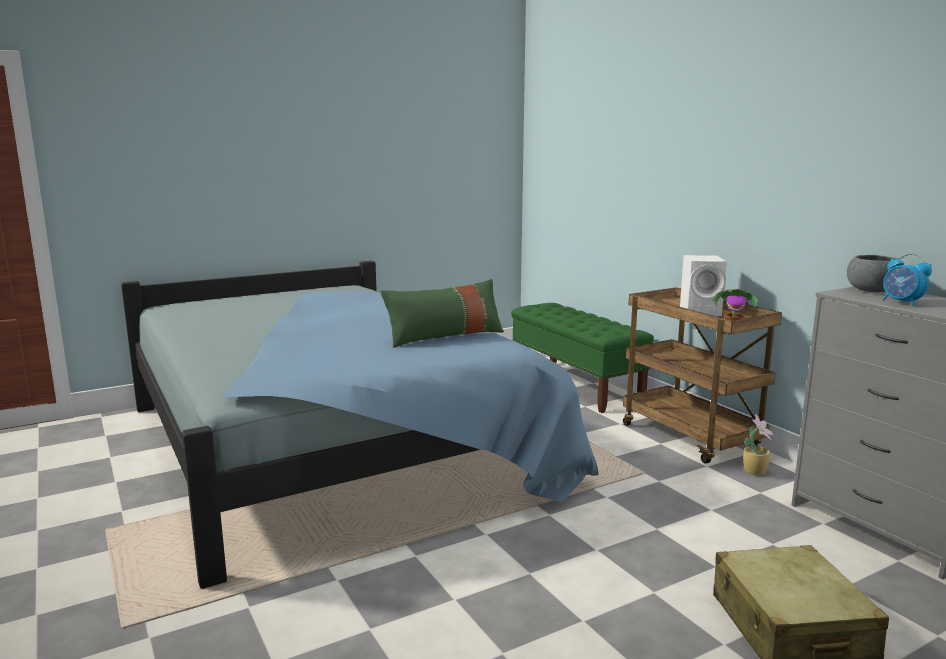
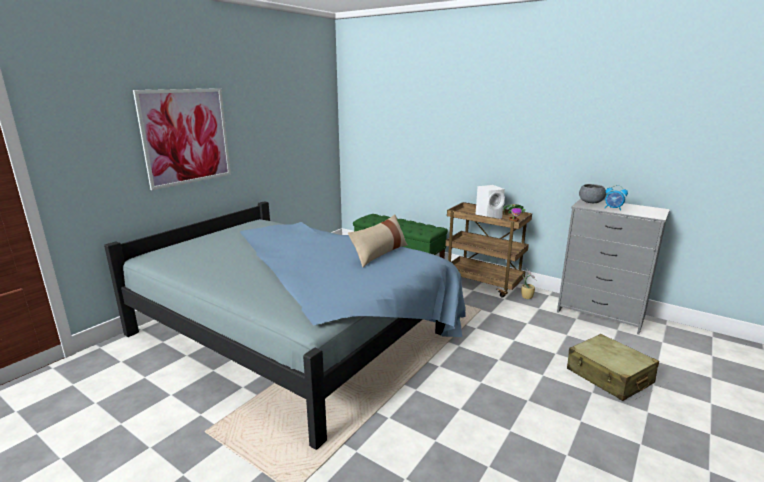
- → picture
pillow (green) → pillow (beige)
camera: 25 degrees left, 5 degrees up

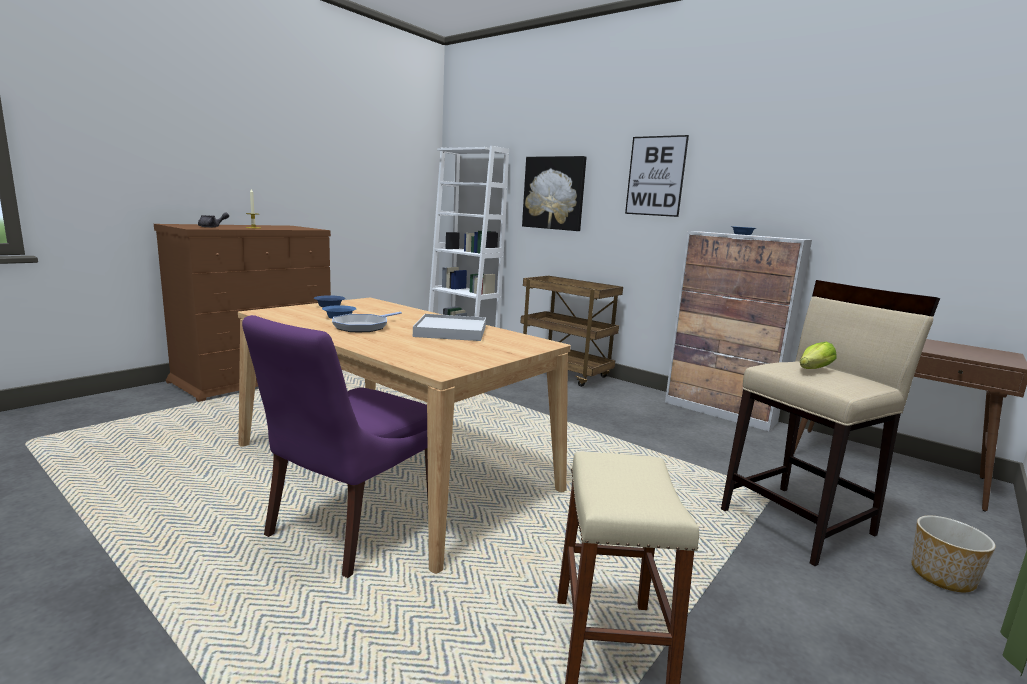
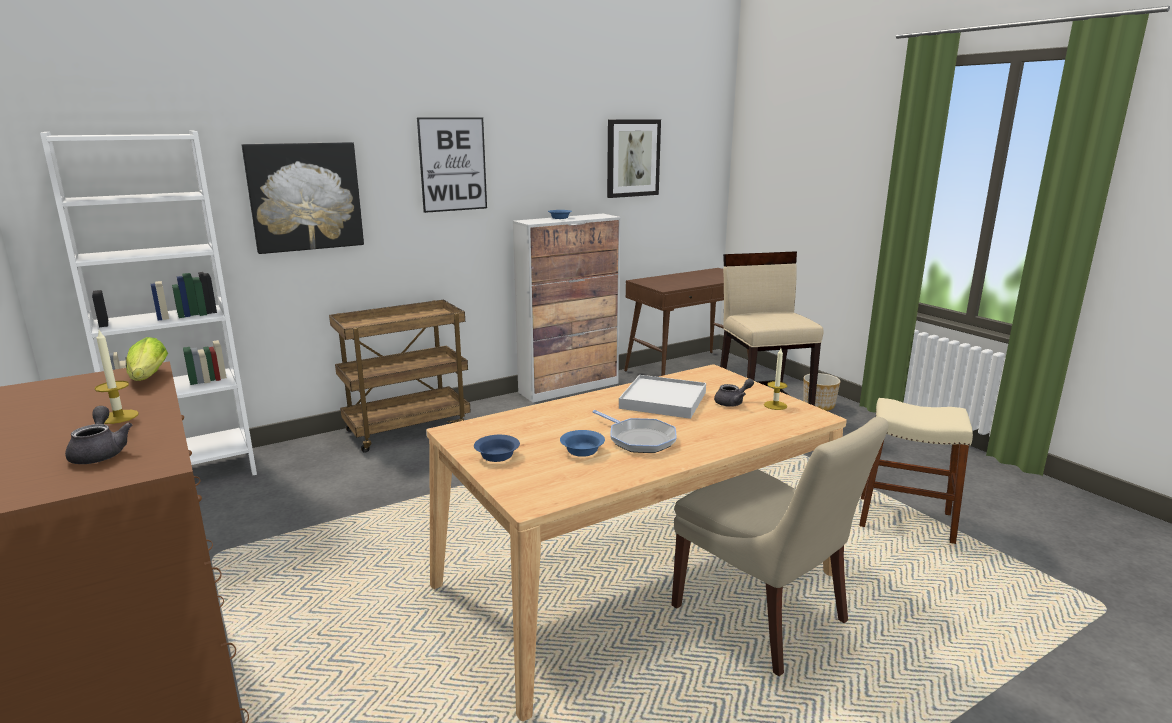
lettuce, shifted
- → picture (no. 3 from left)
chair (purple) → chair (beige)
- → teapot (grey) (no. 2 from left)
- → candle (no. 2 from left)
camera: 70 degrees left, 5 degrees up

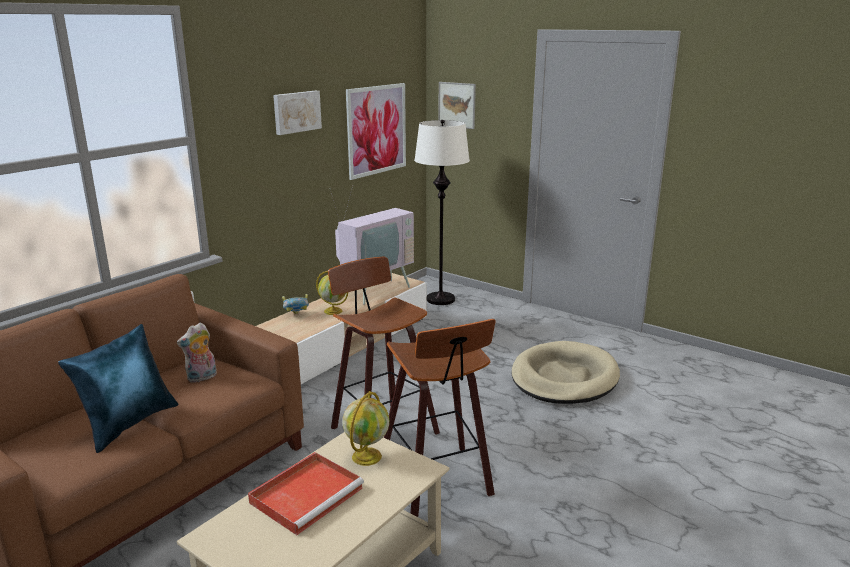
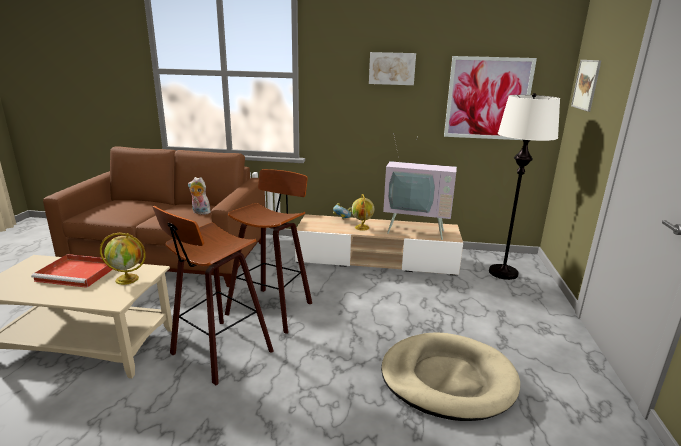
pillow (blue) → -
camera: 60 degrees right, 0 degrees up

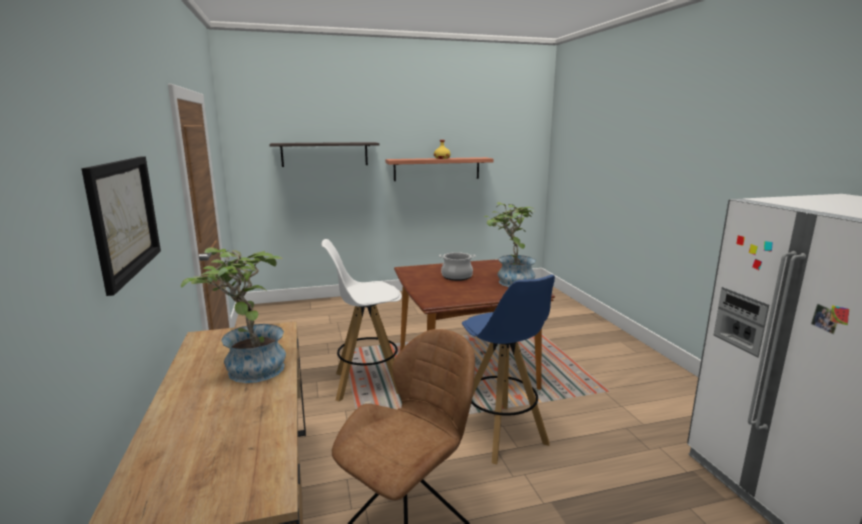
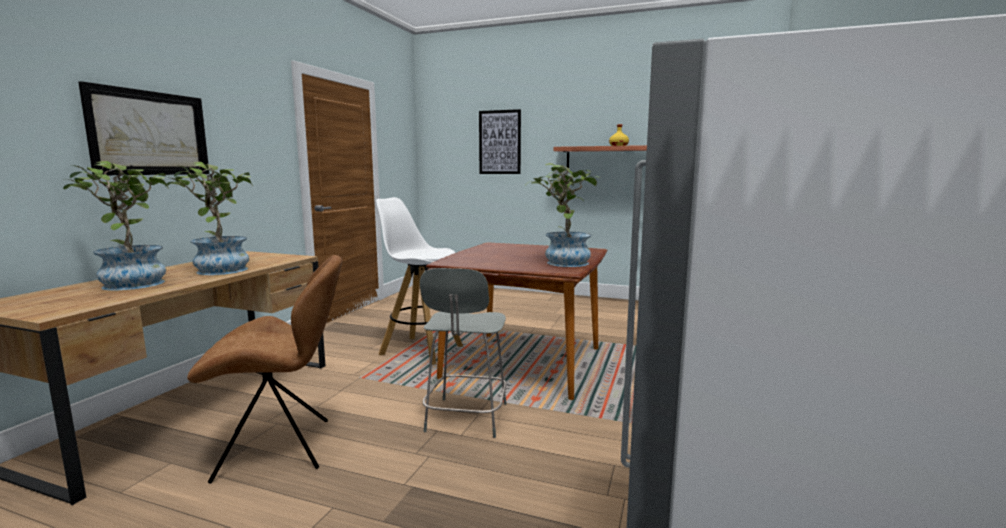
- → potted plant (no. 1 from left)
stool (blue) → chair (grey)
shelf (no. 1 from left) → picture (no. 2 from left)
cooking pot → -
camera: 35 degrees right, 5 degrees down

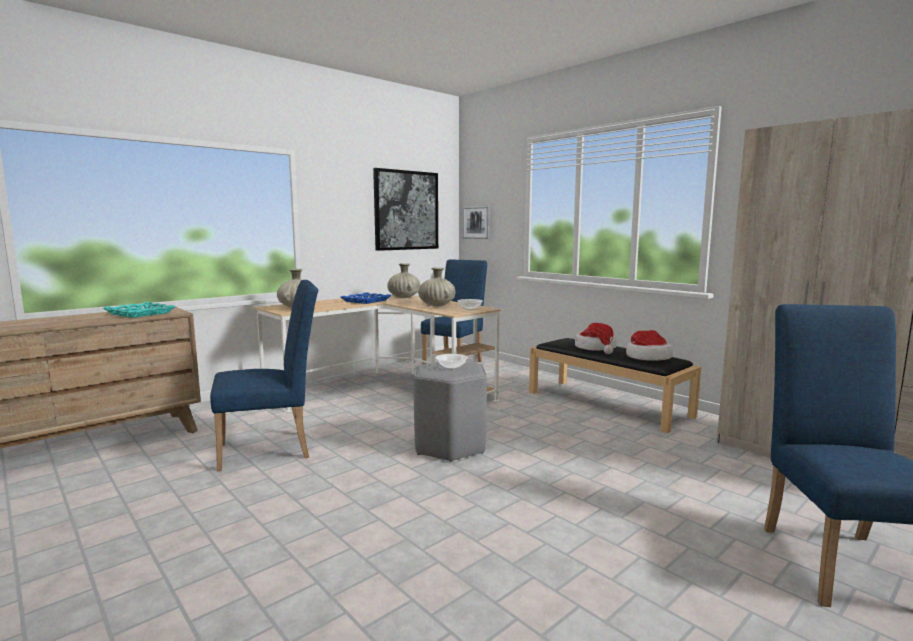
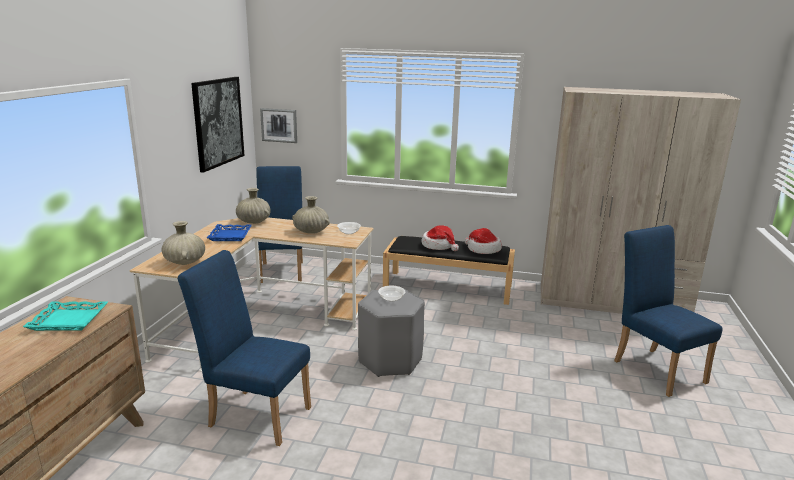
chair (blue) (no. 1 from left), 105 degrees counterclockwise
camera: 35 degrees left, 10 degrees up

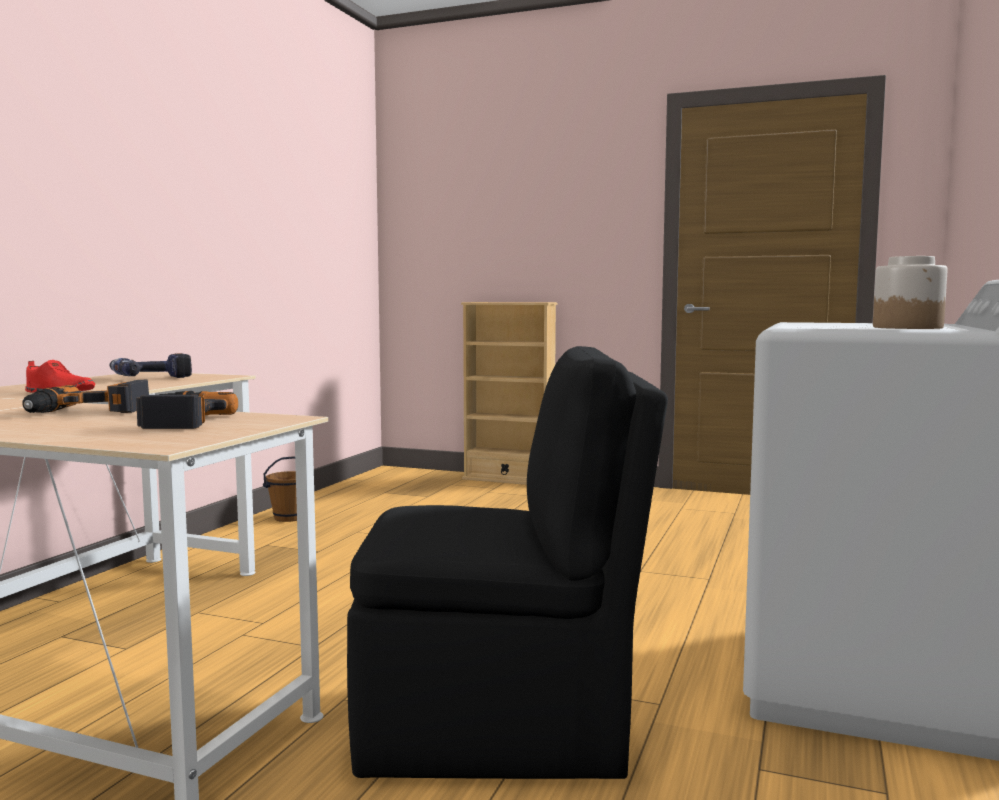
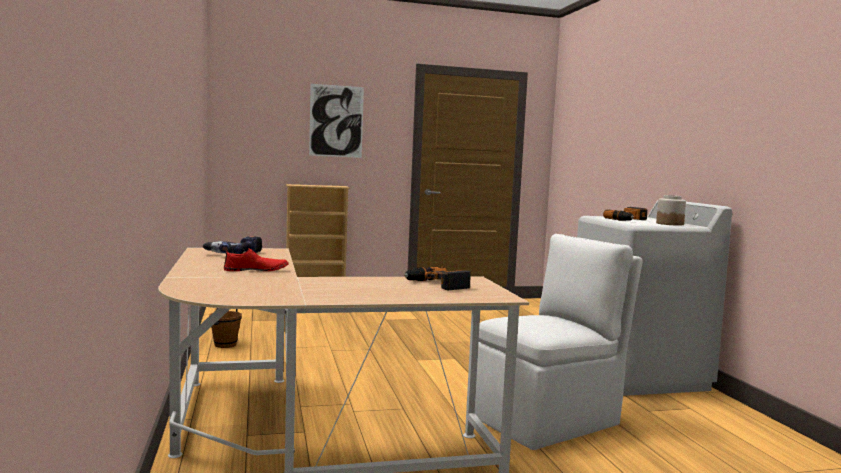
- → picture
chair (black) → chair (white)
power drill (no. 1 from left in the first image) → power drill (no. 3 from left), shifted
camera: 35 degrees left, 0 degrees up

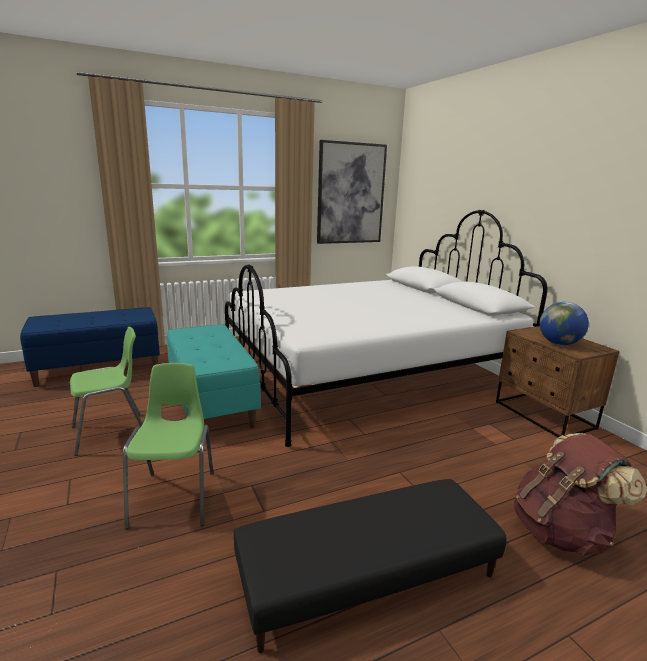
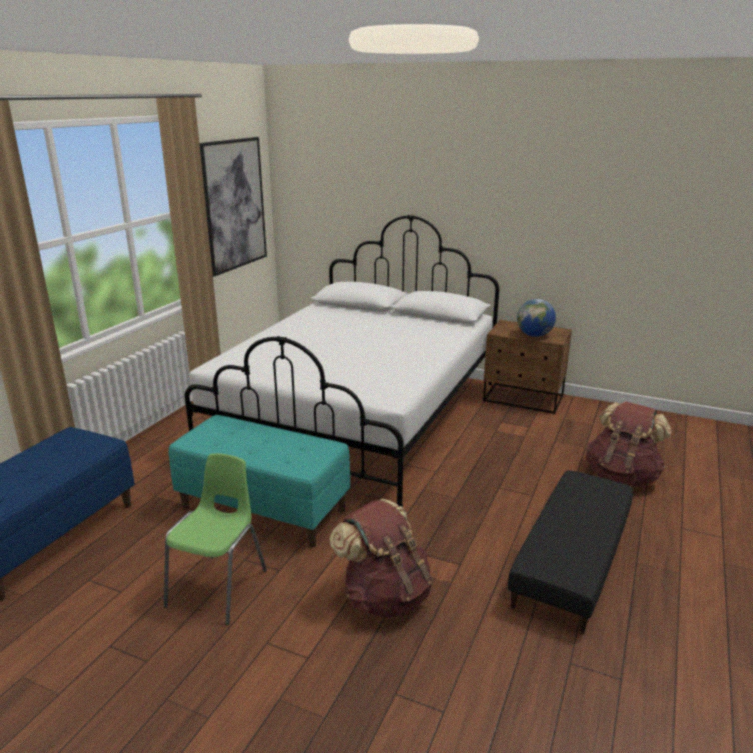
chair (green) (no. 2 from left) → backpack (brown) (no. 1 from left)
camera: 40 degrees left, 5 degrees up

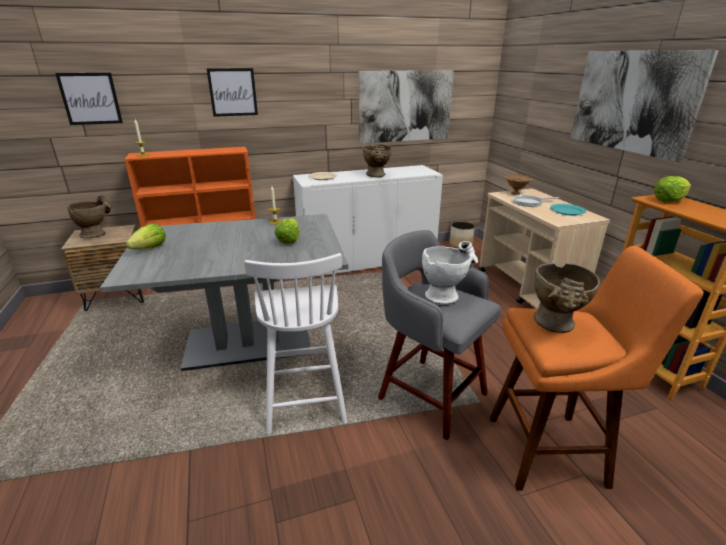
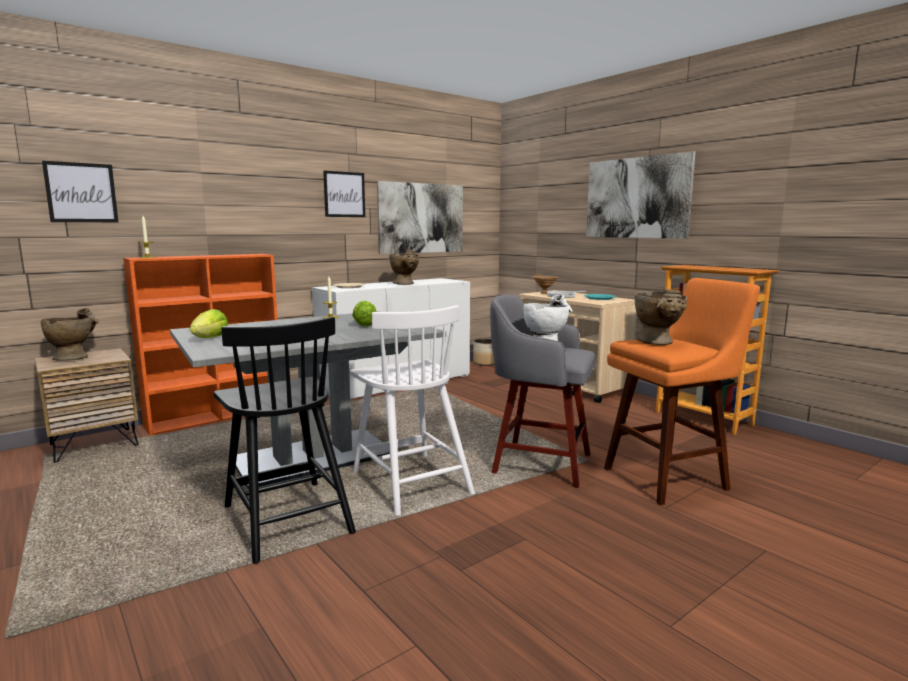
- → chair (black)
picture (no. 2 from left), shifted
lettuce (no. 3 from left) → -
camera: 20 degrees left, 15 degrees down

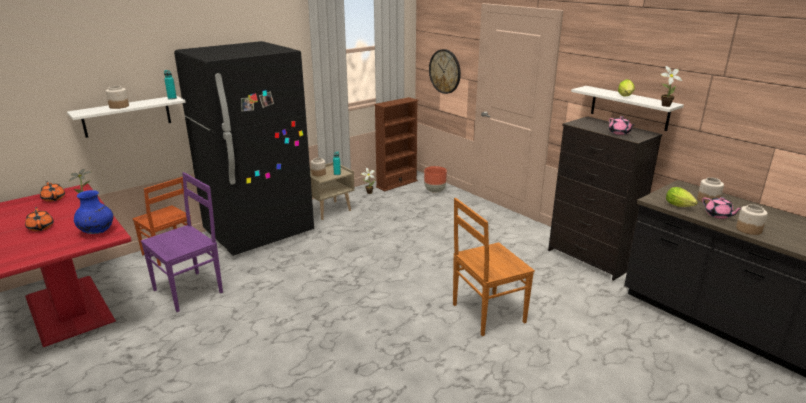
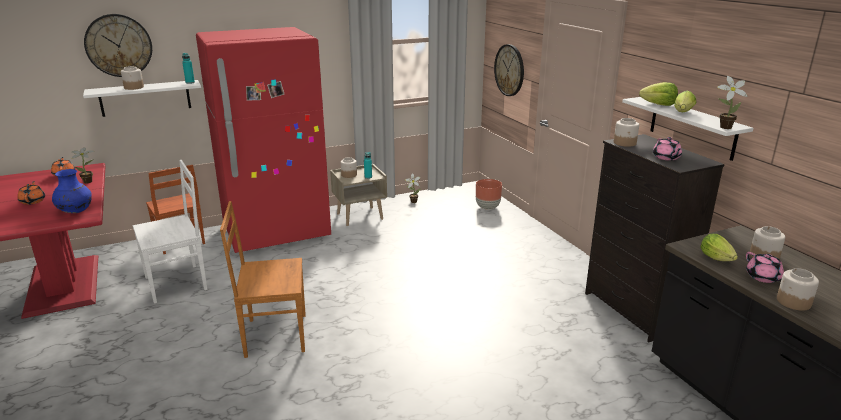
- → wall clock (no. 1 from left)
chair (purple) → chair (white)
fridge (black) → fridge (red)
chair (brown) (no. 2 from left), shifted
- → jar (no. 3 from left)
- → lettuce (no. 1 from left)
bookcase (brown) → -
camera: 15 degrees right, 0 degrees up

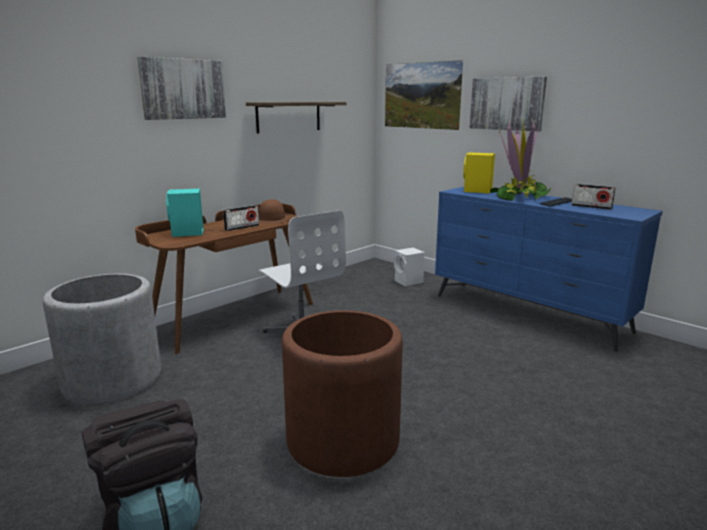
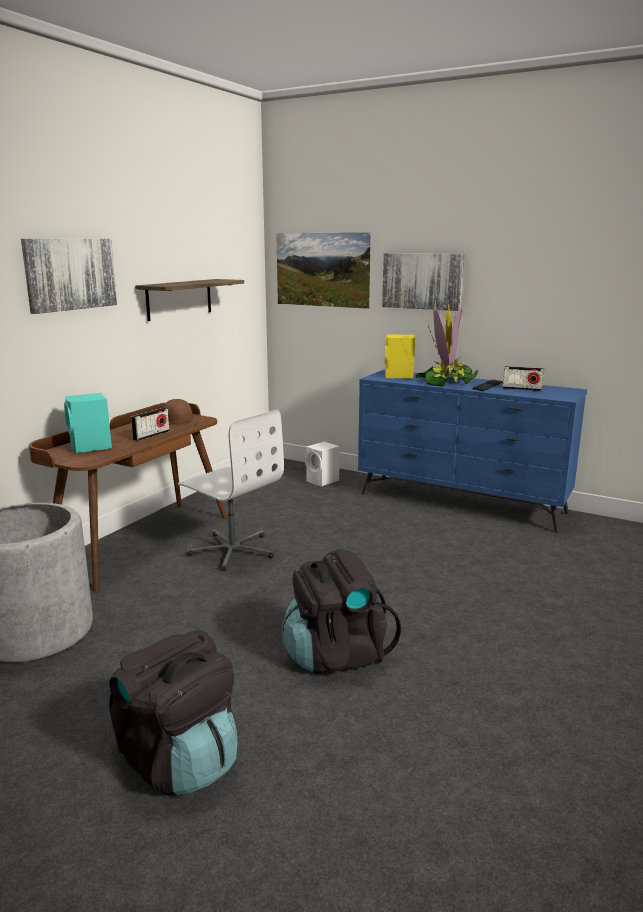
planter (brown) → backpack (black) (no. 2 from left)
camera: 15 degrees left, 0 degrees up

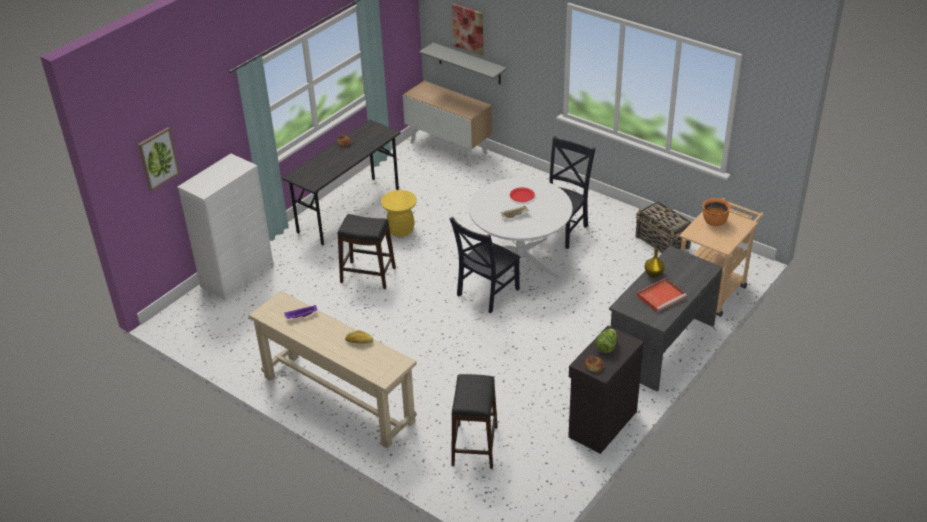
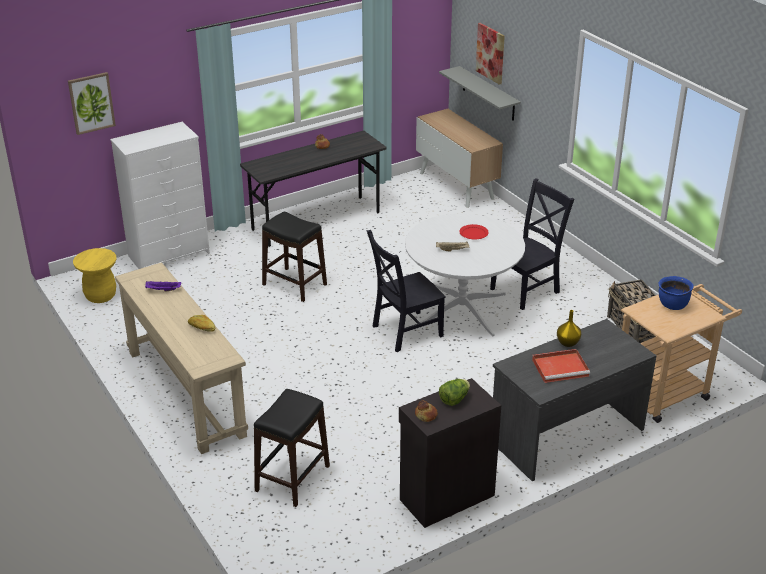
stool (yellow), shifted
cooking pot (orange) → cooking pot (blue)
camera: 20 degrees right, 5 degrees down

